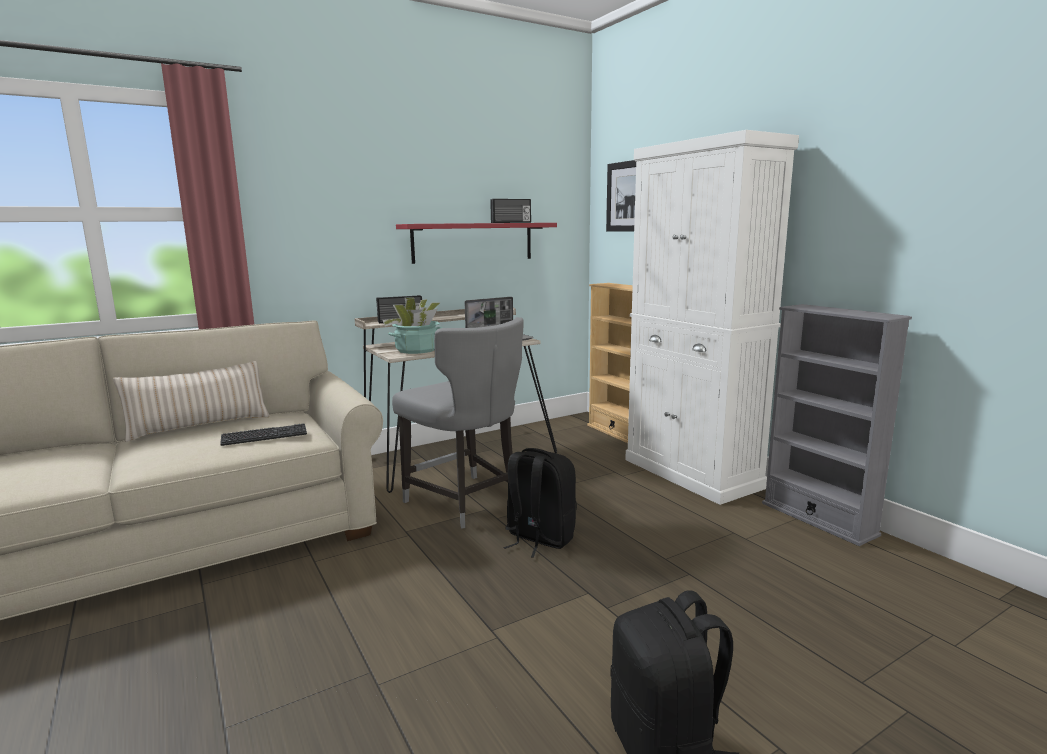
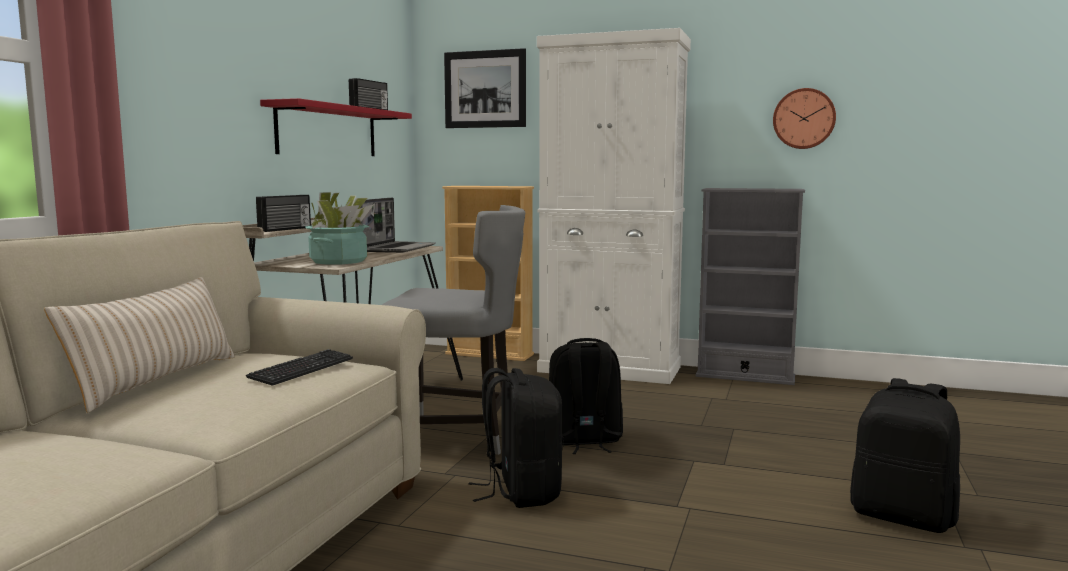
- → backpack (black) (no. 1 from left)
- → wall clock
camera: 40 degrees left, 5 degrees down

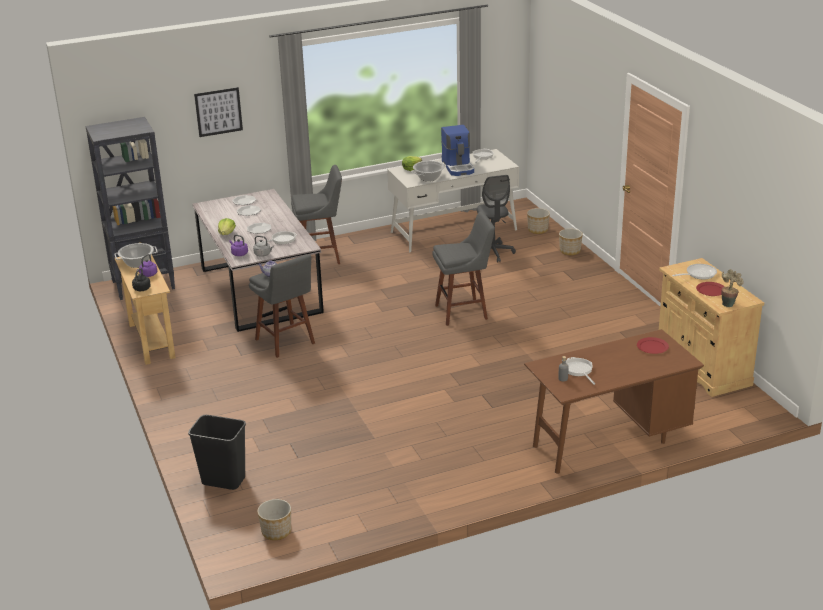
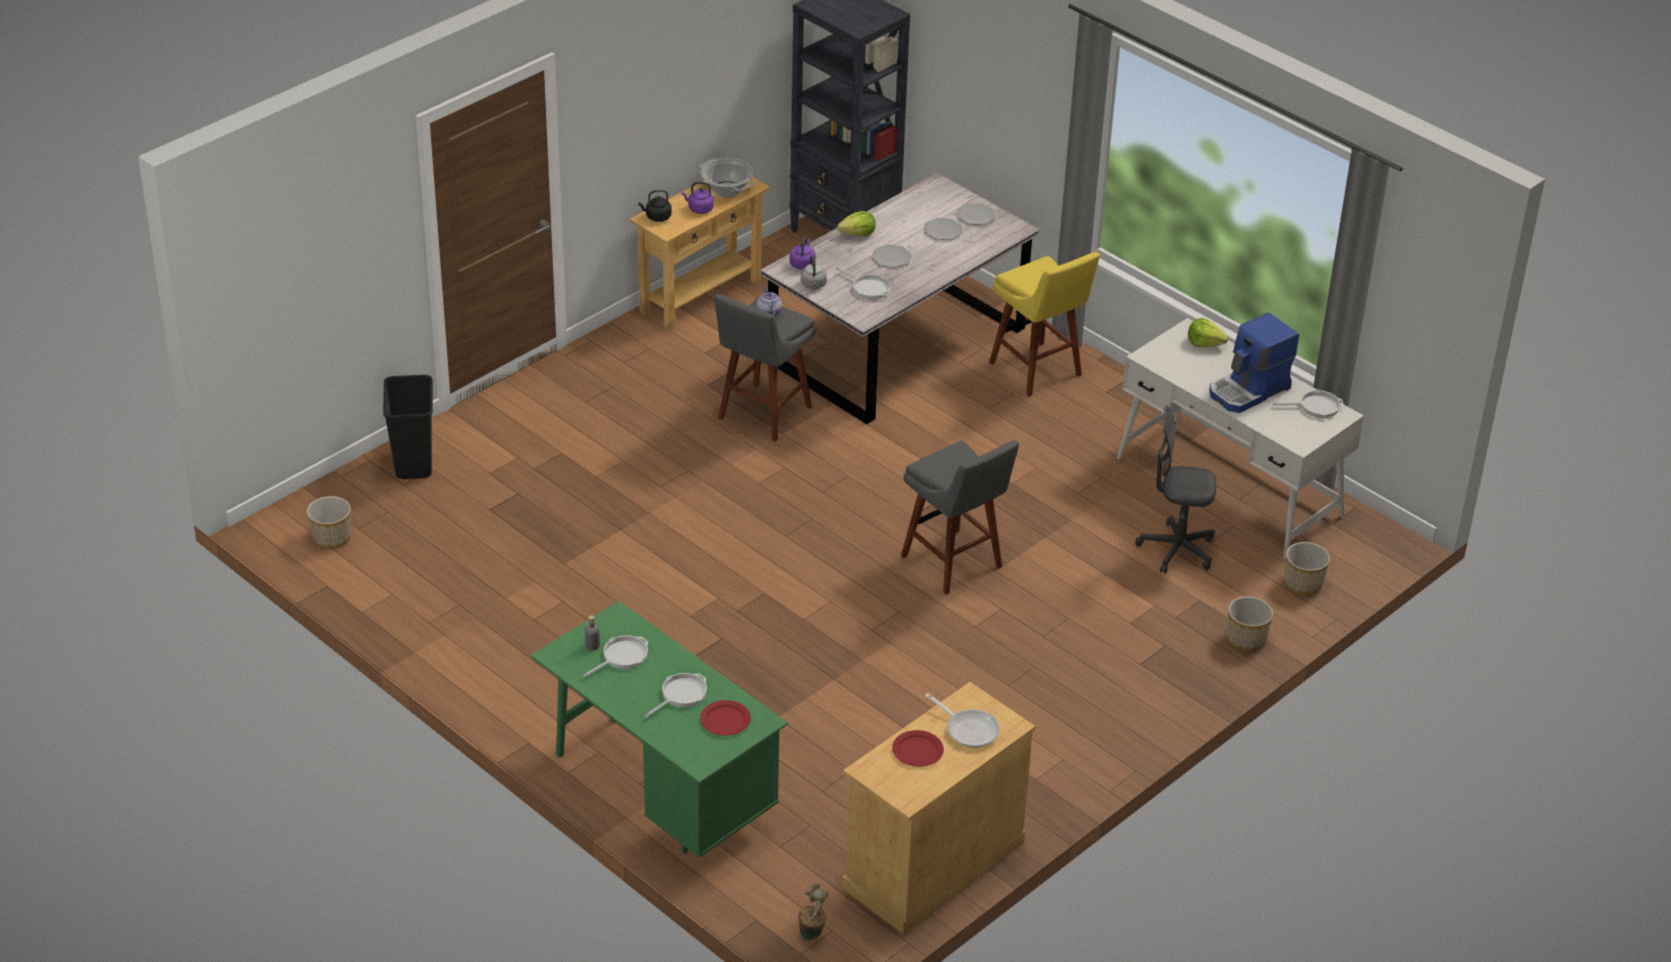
desk (brown) → desk (green)
- → frying pan (no. 2 from left)
potted plant, shifted
stool (grey) (no. 2 from left) → stool (yellow)
office chair (grey), 45 degrees clockwise
picture → -
cooking pot (no. 2 from left) → -
camera: 65 degrees right, 10 degrees up

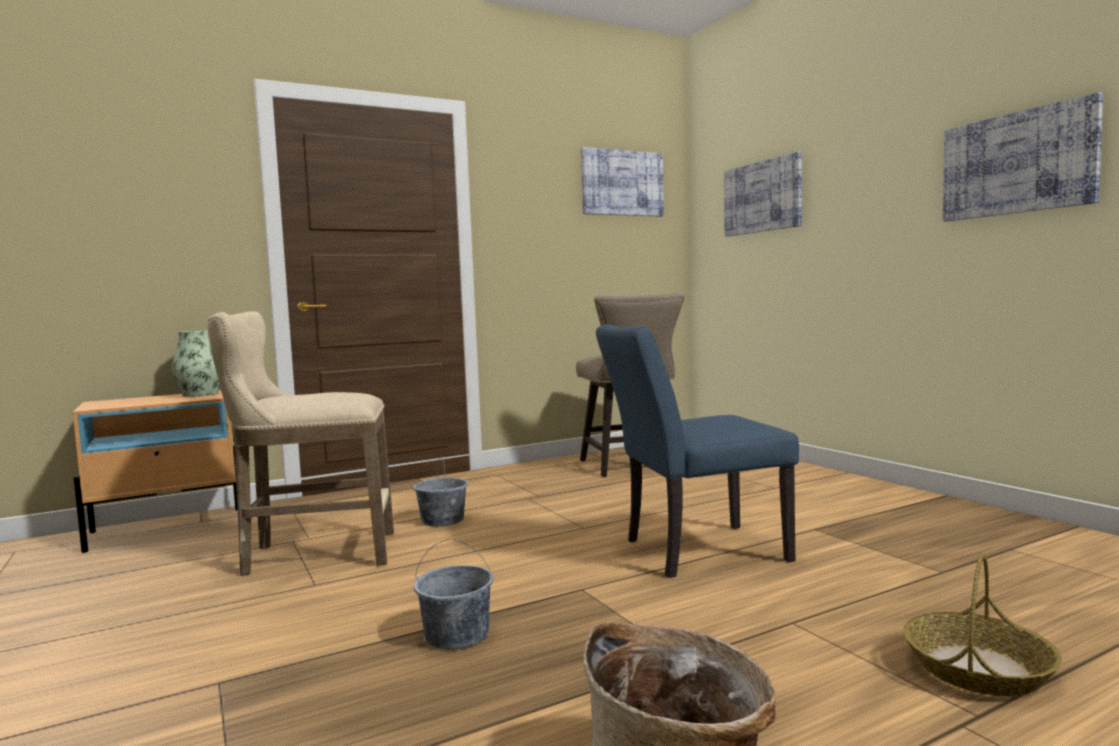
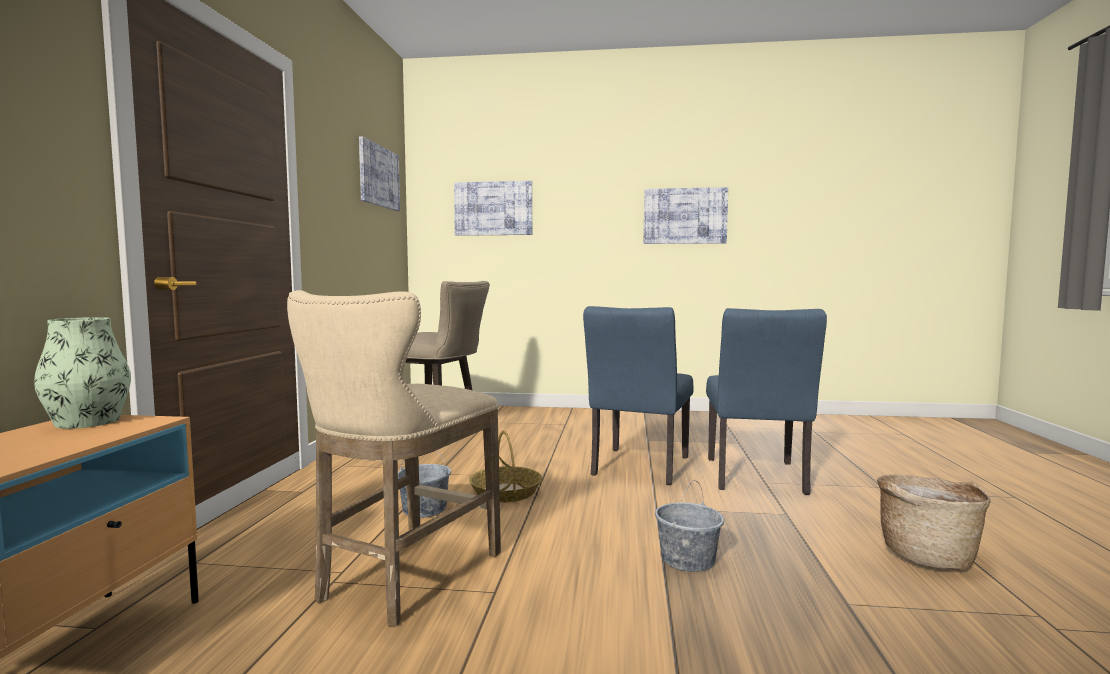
basket (no. 2 from left in the first image) → basket (no. 1 from left), shifted
- → chair (blue) (no. 2 from left)
camera: 55 degrees left, 0 degrees up

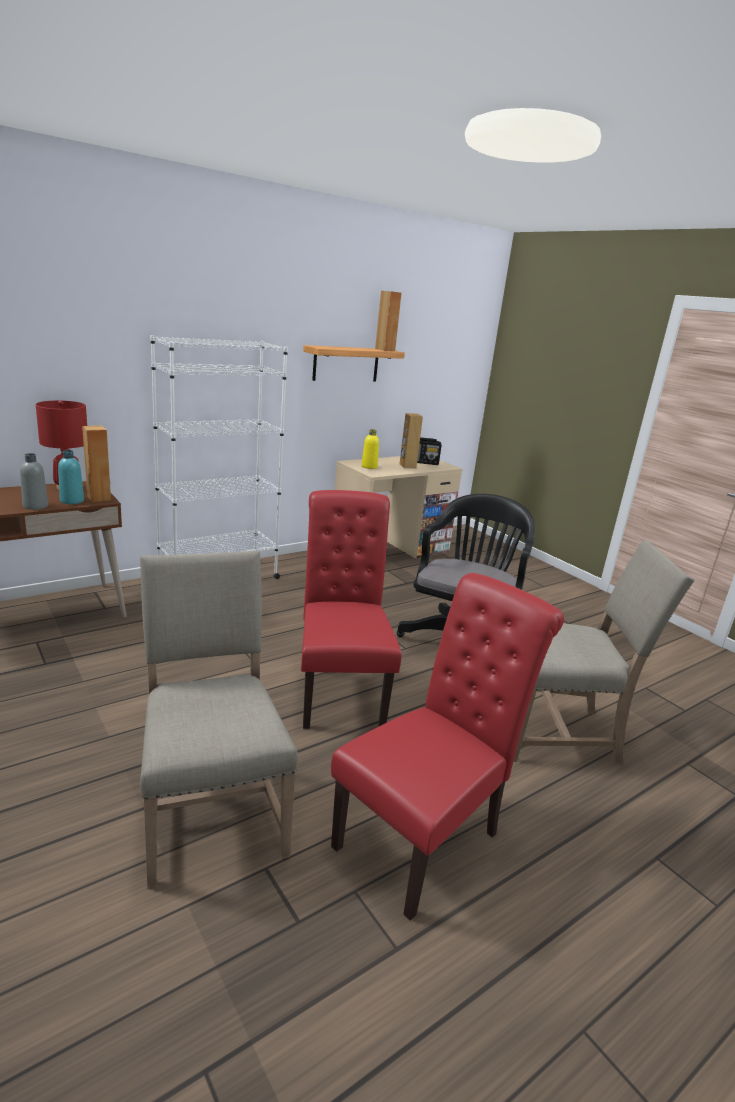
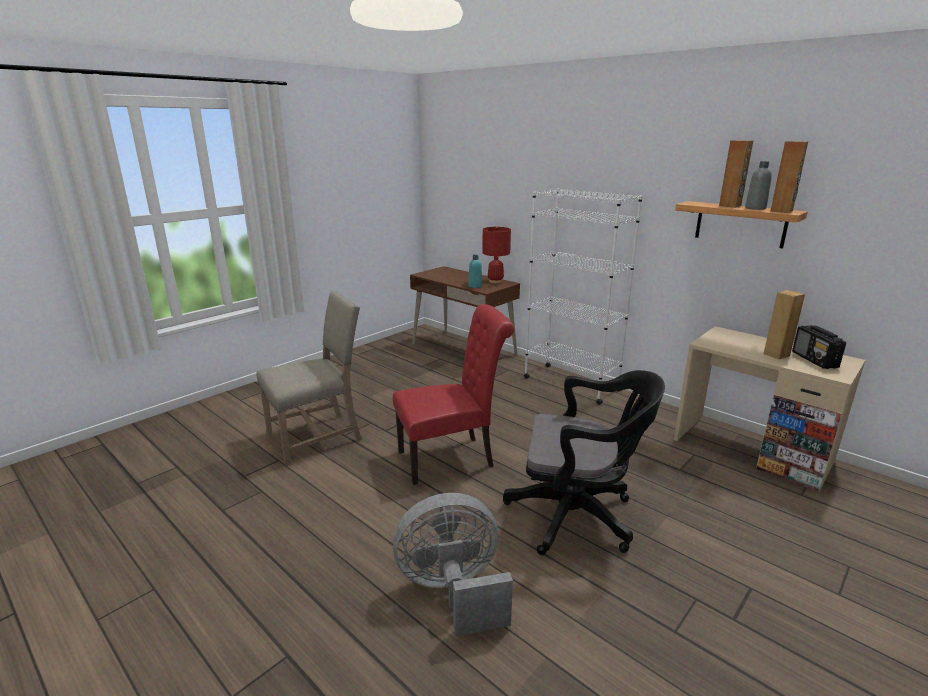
chair (beige) (no. 2 from left) → fan (grey)
speaker (brown) (no. 1 from left), shifted
bottle (grey), shifted
chair (red) (no. 2 from left) → -
bottle (yellow) → -
camera: 80 degrees right, 0 degrees up

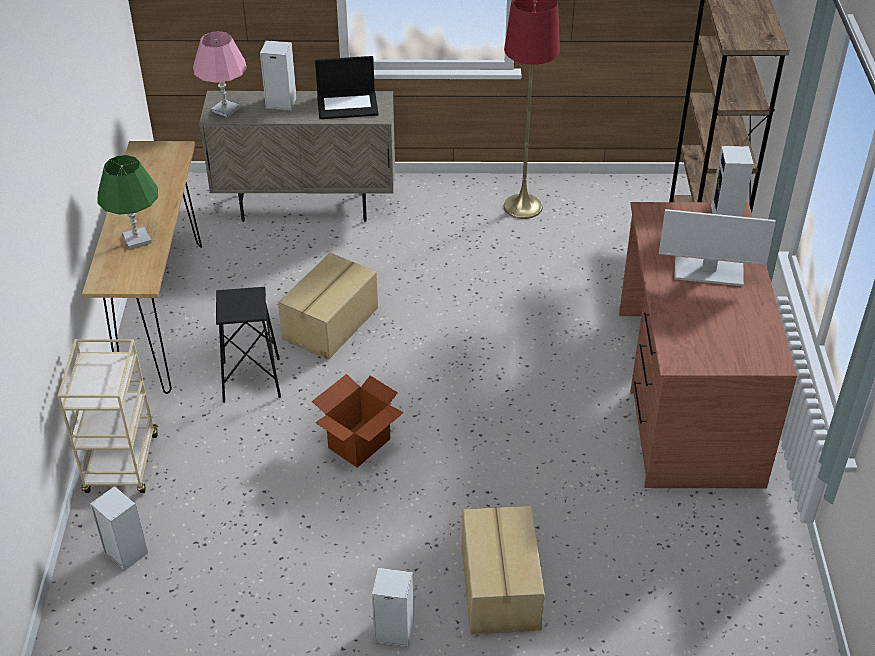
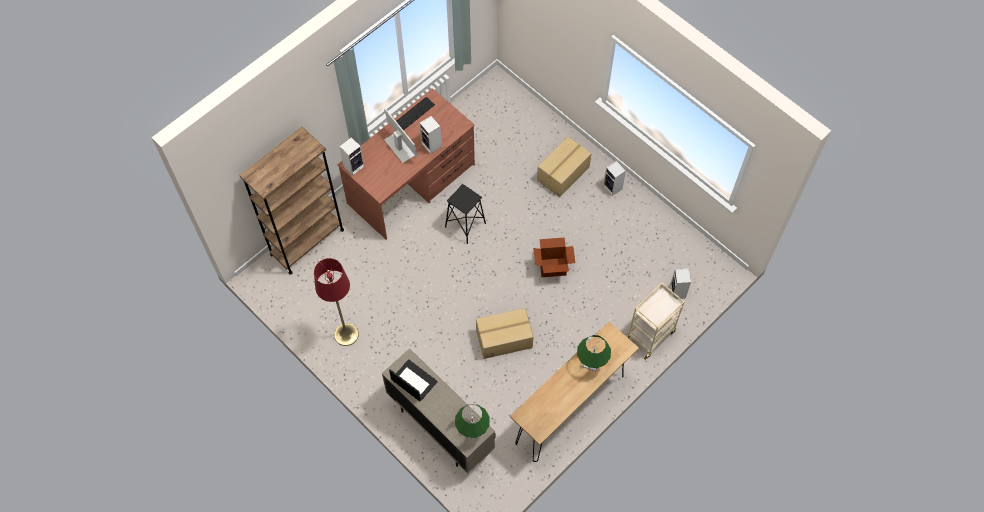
- → keyboard
speaker (no. 2 from left), shifted
stool (black), shifted
table lamp (pink) → table lamp (green) (no. 1 from left)
camera: 135 degrees left, 20 degrees up

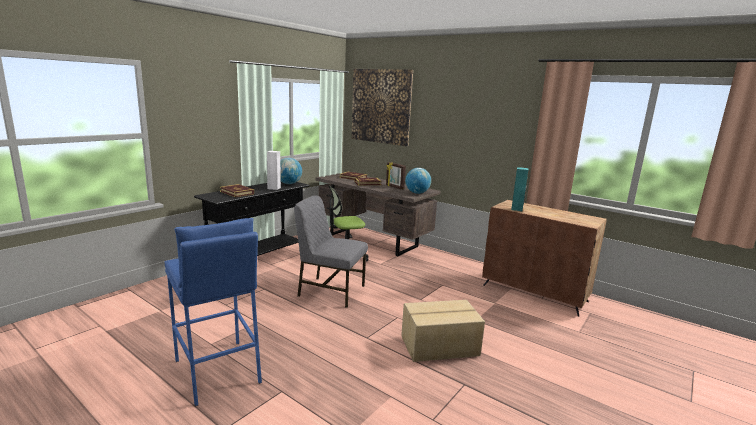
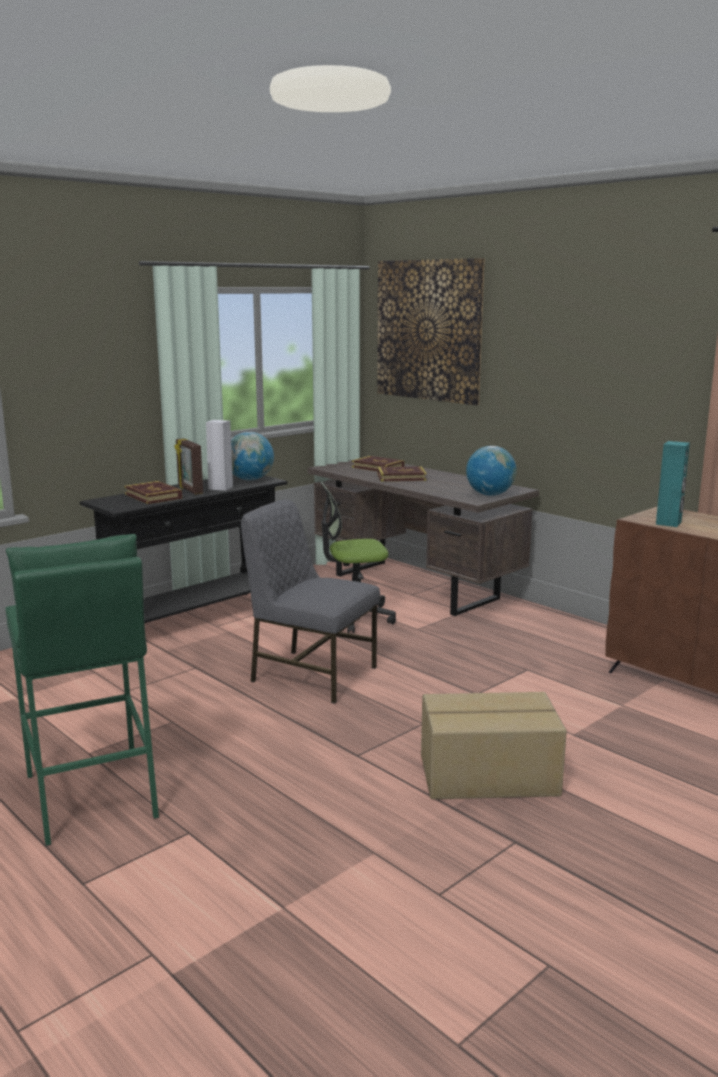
stool (blue) → stool (green)
picture frame, shifted
camera: 10 degrees right, 0 degrees up

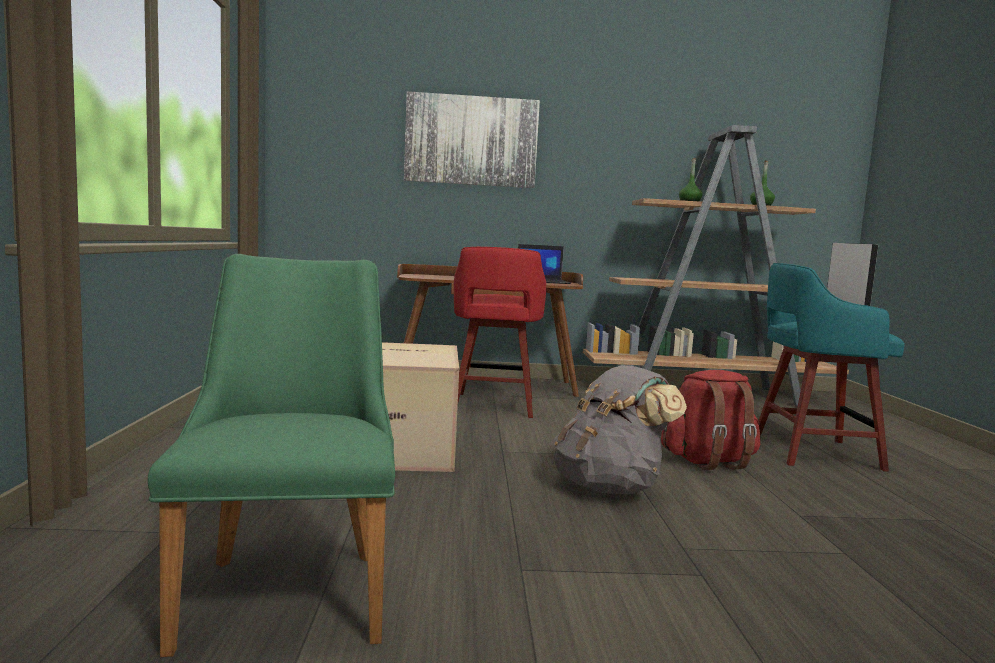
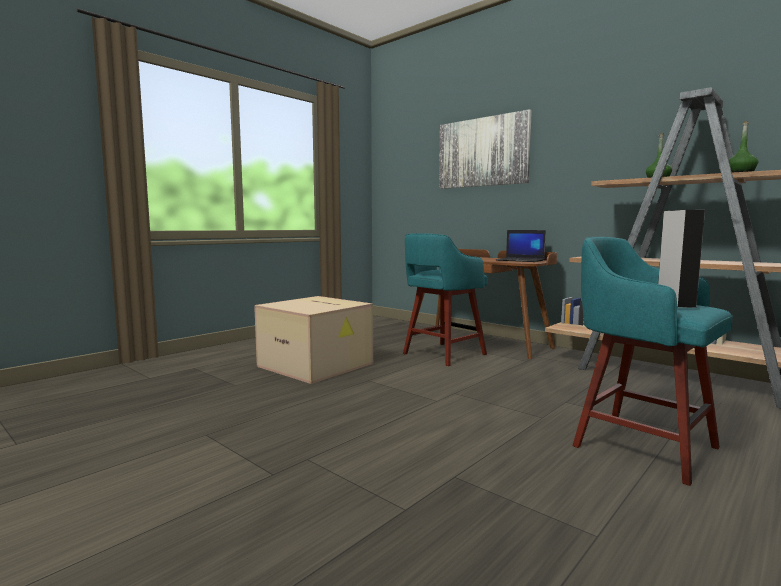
stool (red) → stool (turquoise) (no. 1 from left)
chair (green) → -
backpack (grey) → -
backpack (red) → -
camera: 45 degrees right, 0 degrees up

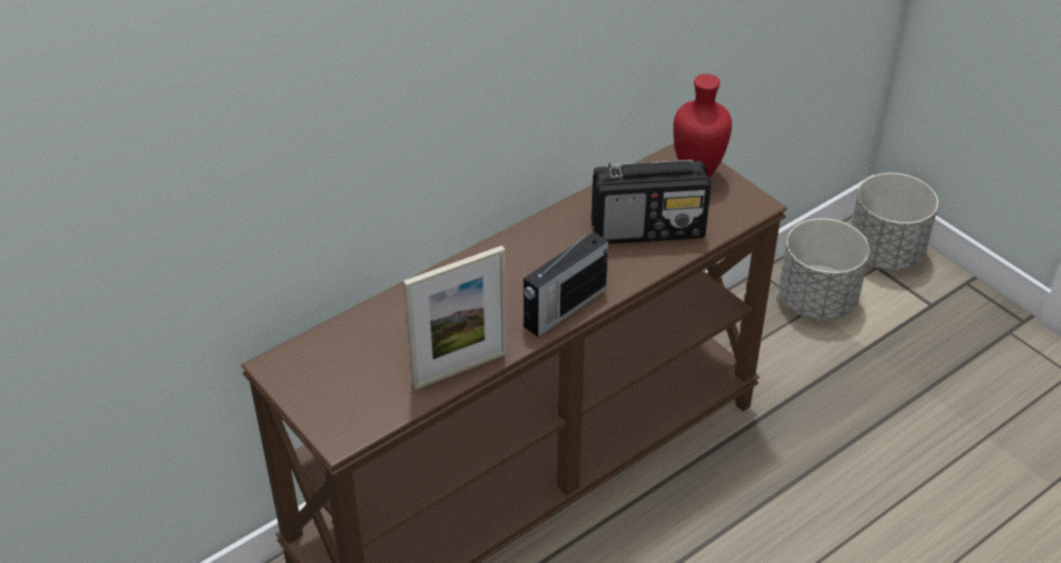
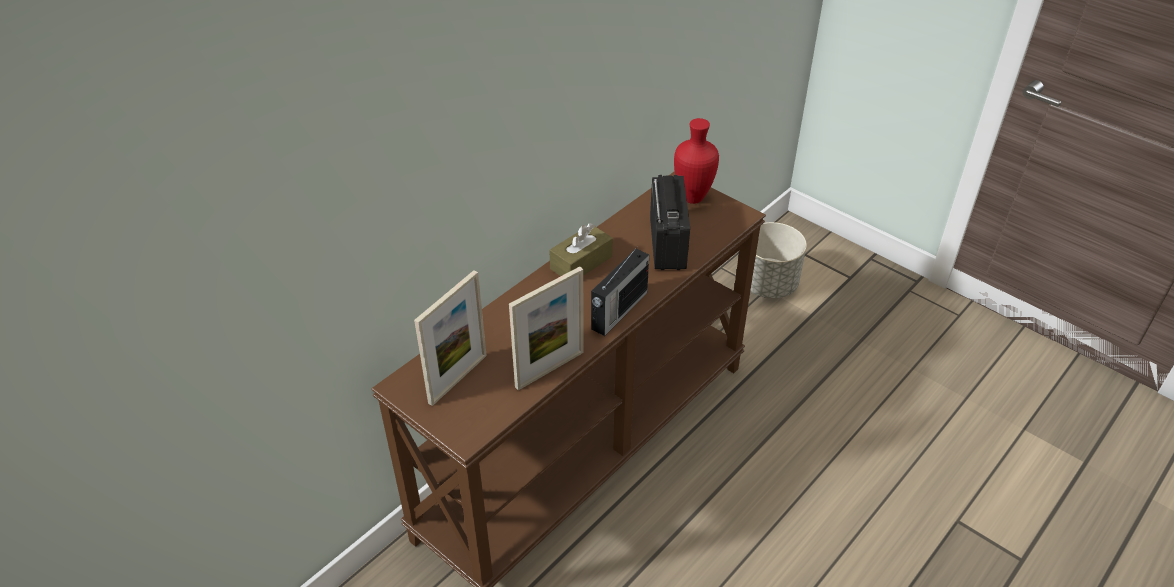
- → picture frame (no. 1 from left)
- → tissue box (brown)
radio (no. 2 from left), 75 degrees counterclockwise
planter (grey) (no. 2 from left) → -
camera: 10 degrees left, 0 degrees up

